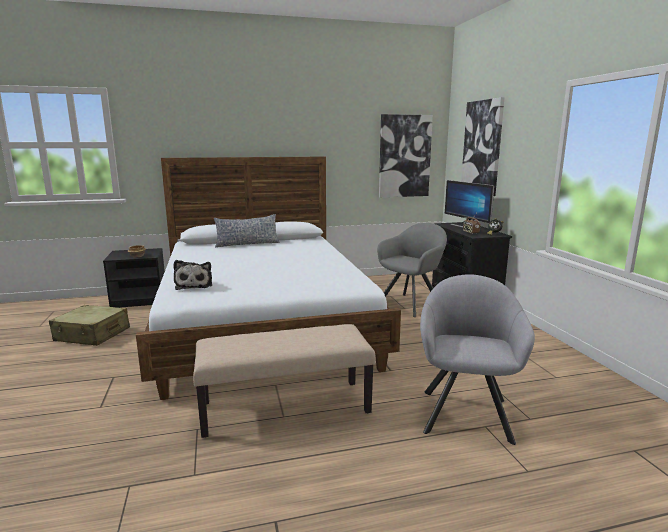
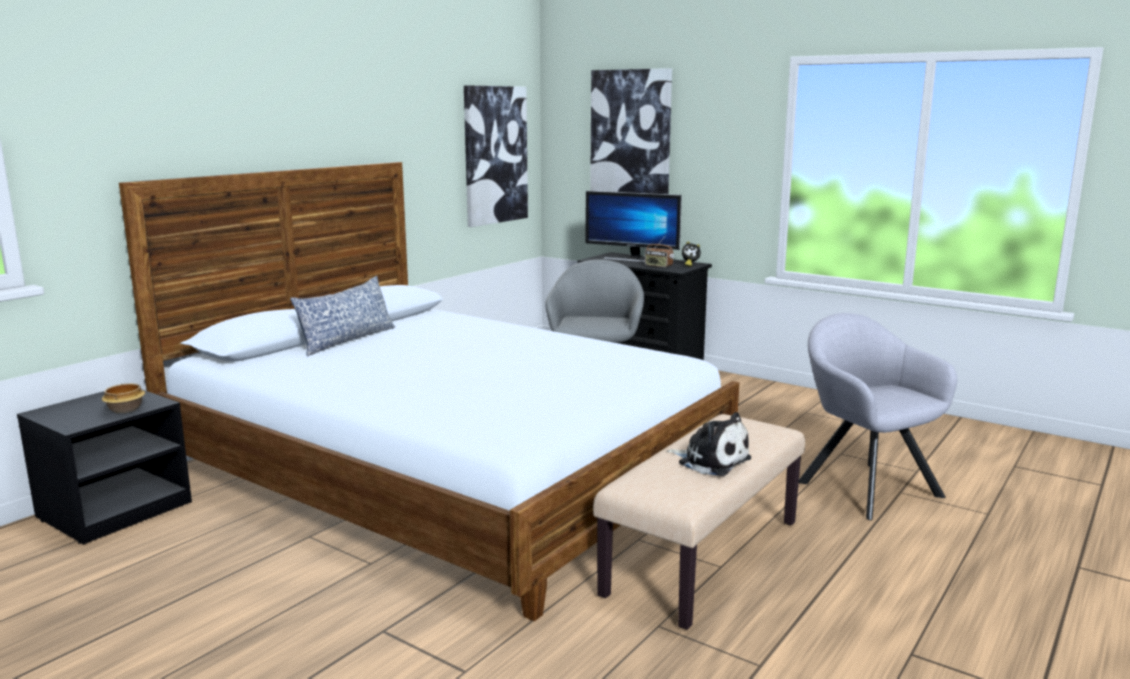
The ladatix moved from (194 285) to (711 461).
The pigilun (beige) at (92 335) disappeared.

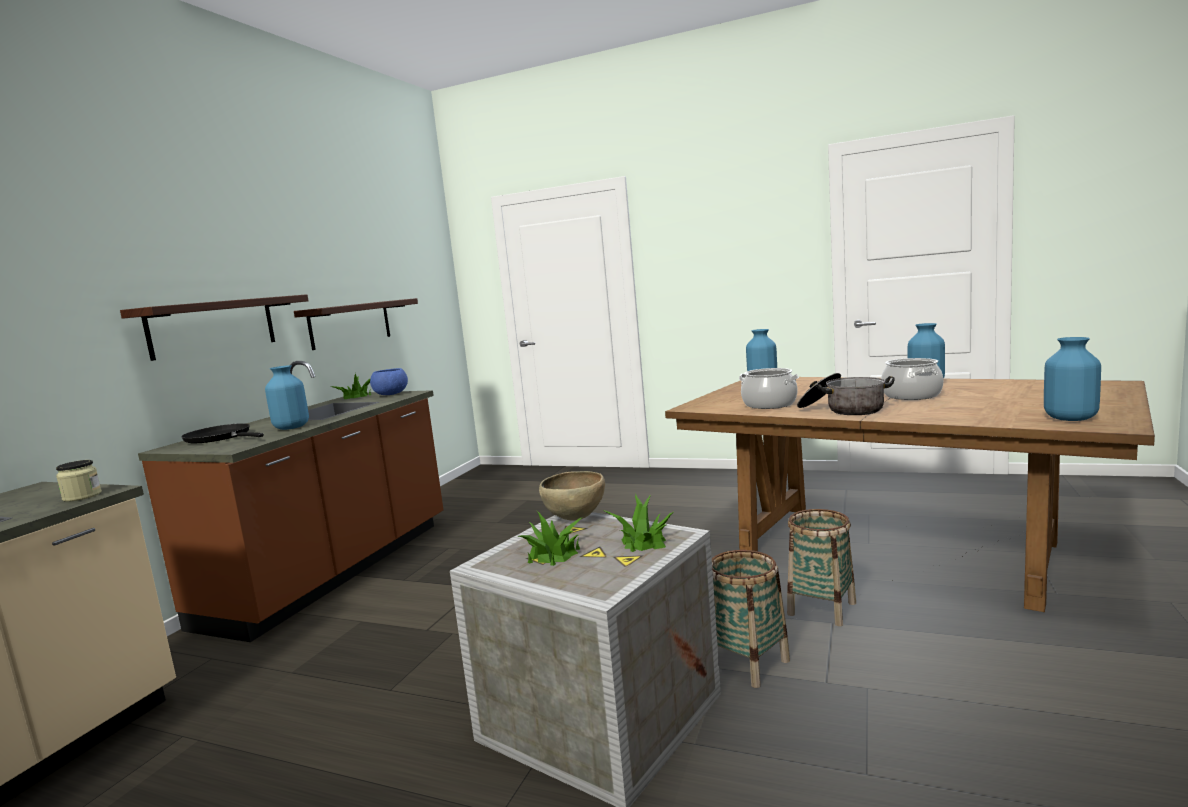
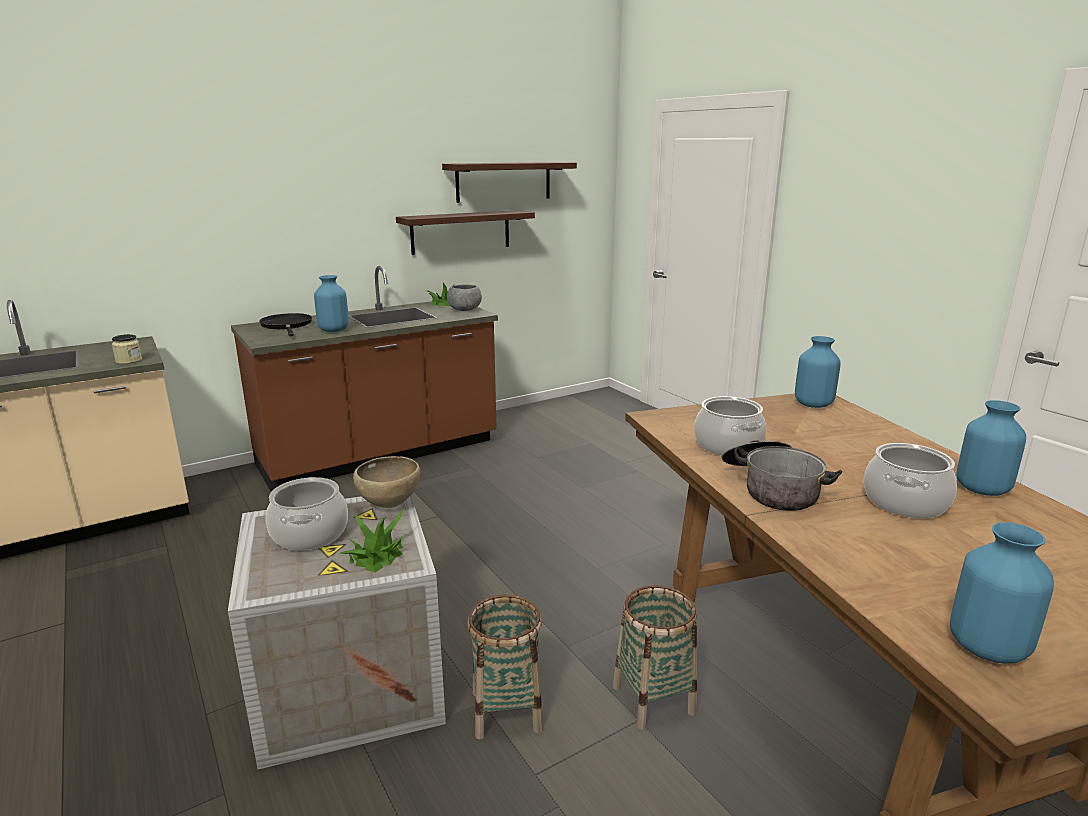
The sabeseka moved from (213 326) to (504 181).
The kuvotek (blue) at (391 394) became the kuvotek (grey) at (465 310).
The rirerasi at (553 554) was replaced by the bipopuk at (309 534).

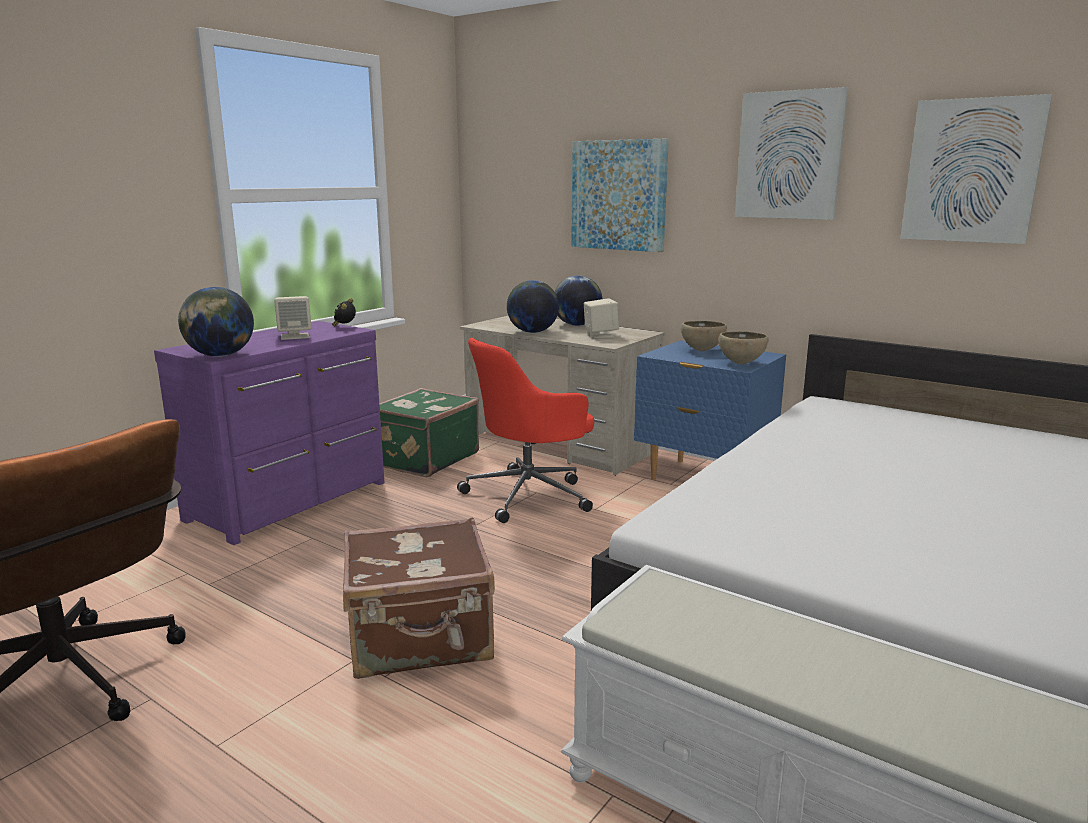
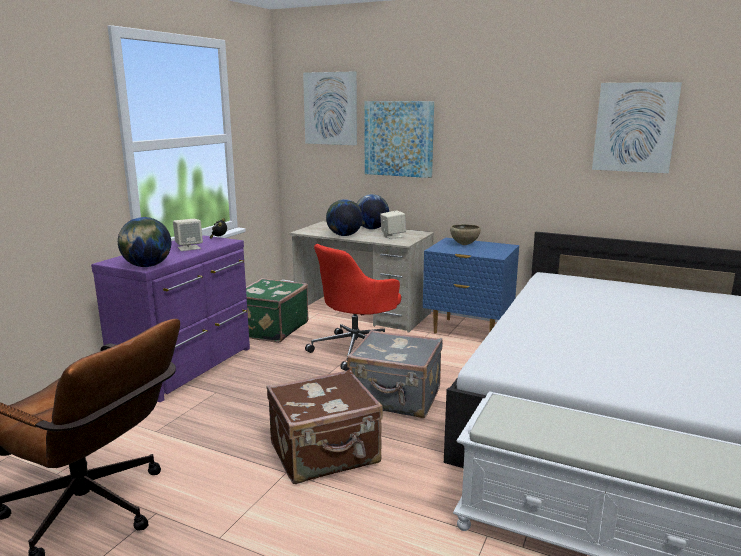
The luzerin moved from (789 155) to (331 108).
The kuvotek (brown) at (741 363) disappeared.
The pigilun (grey) at (396 398) appeared.

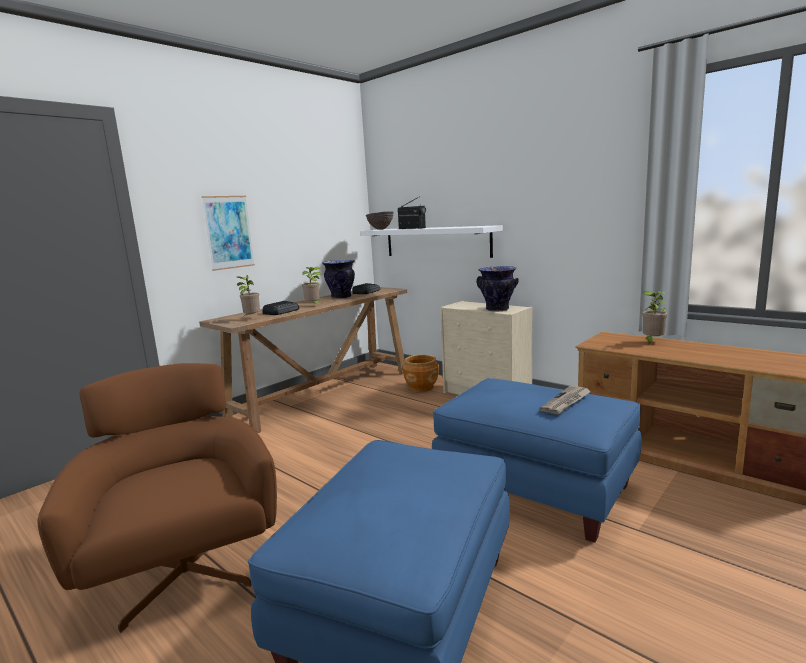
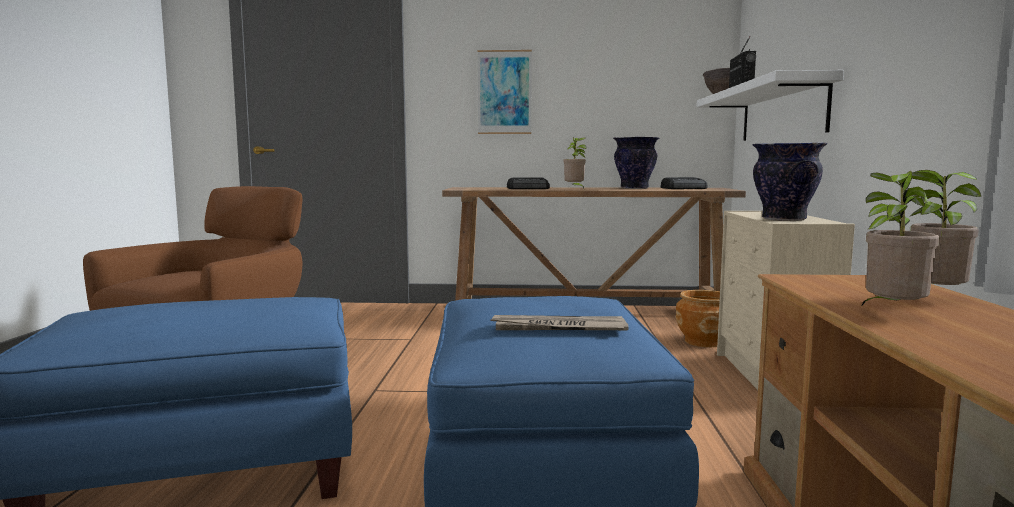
The rirerasi moved from (251 318) to (891 314).

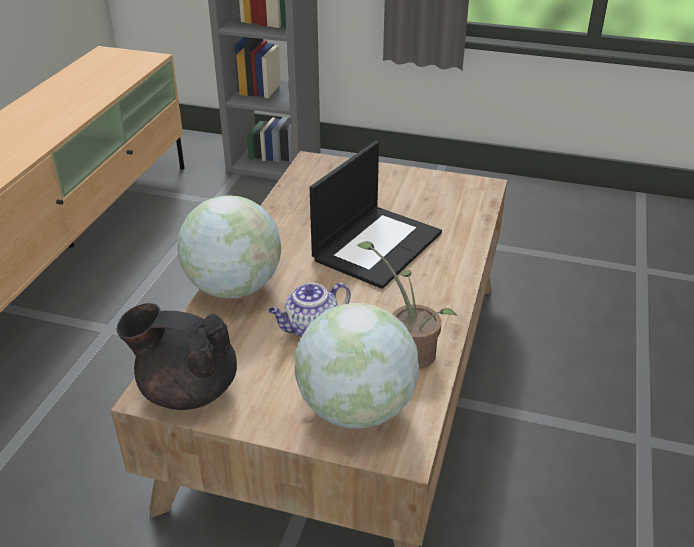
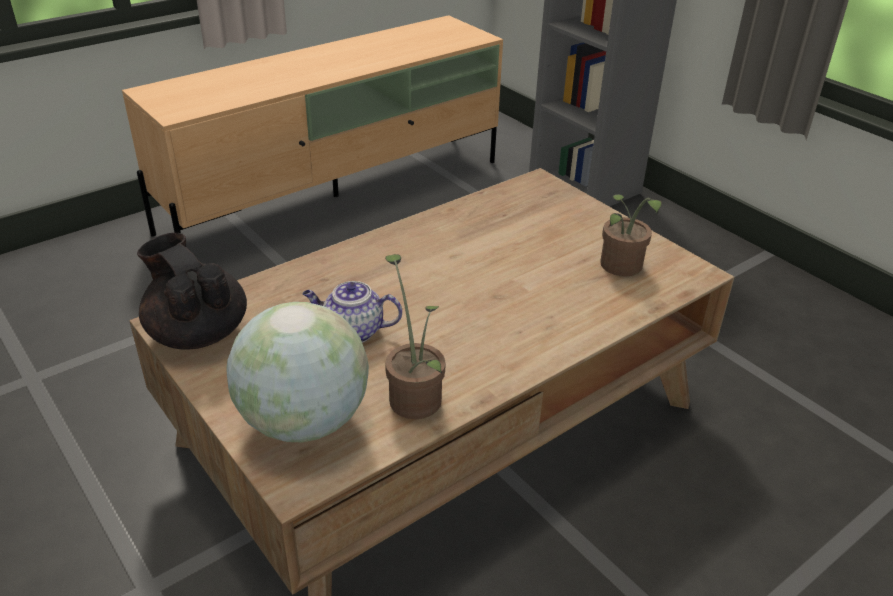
The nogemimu at (377 245) disappeared.
The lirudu at (234 287) disappeared.
The rirerasi at (621 268) appeared.

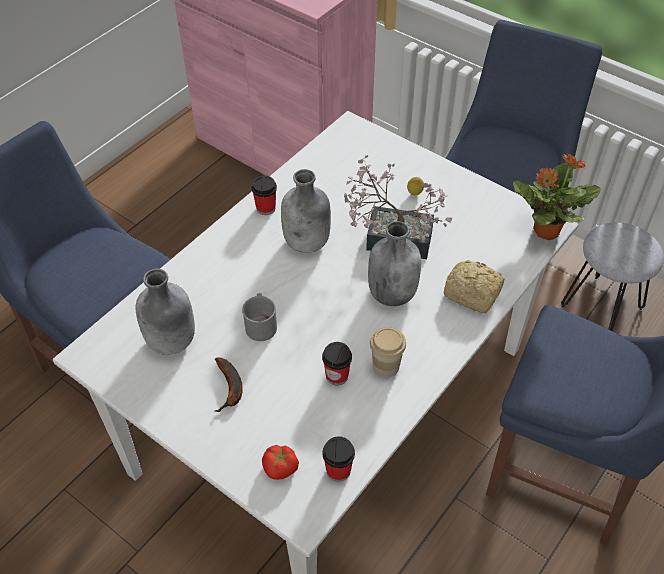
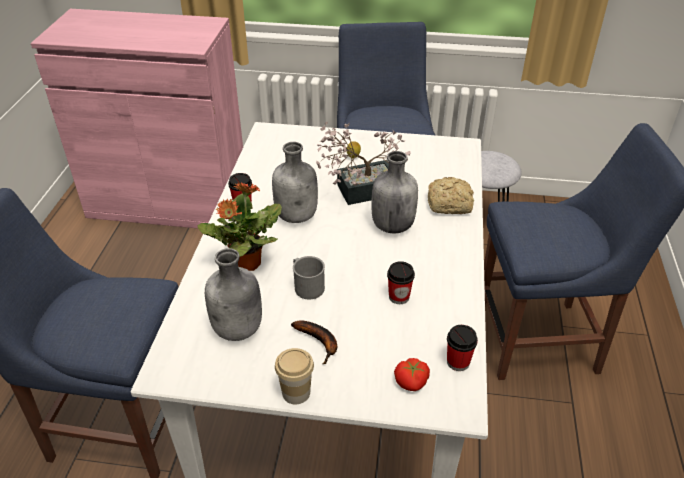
The rirerasi moved from (545 231) to (247 263).
The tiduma moved from (386 366) to (296 392).

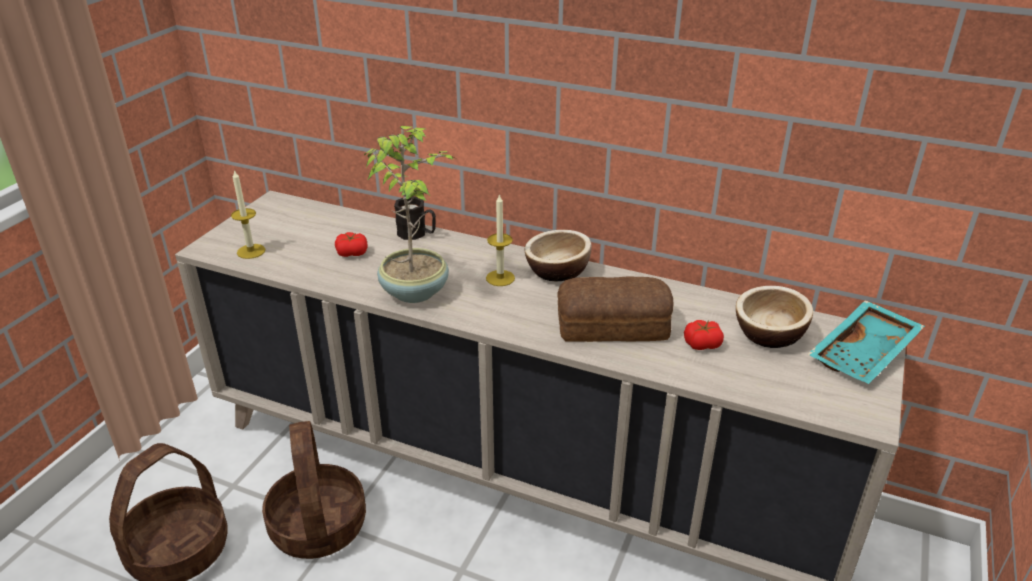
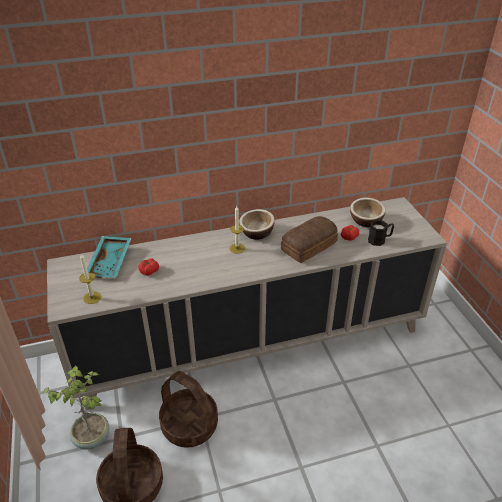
The rirerasi moved from (415 291) to (91 436).
The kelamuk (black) moved from (417 234) to (380 240).
The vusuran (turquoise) moved from (865 354) to (111 262).

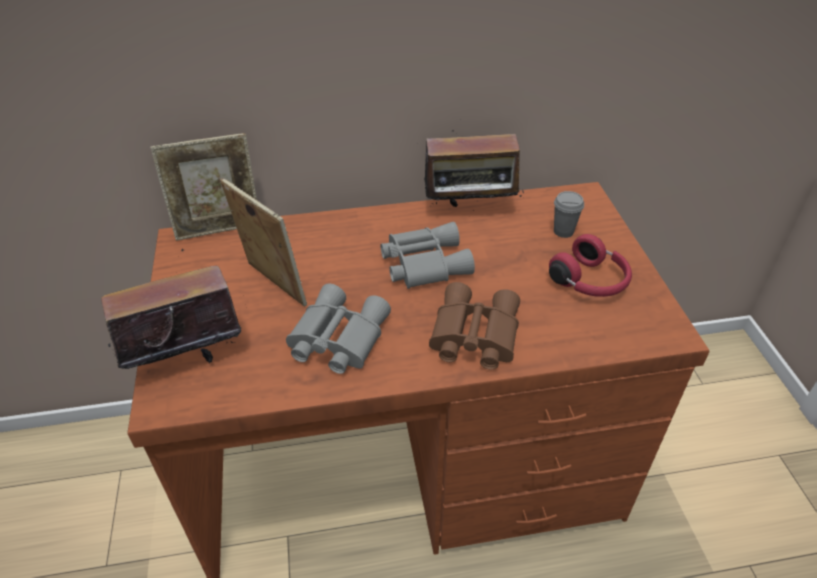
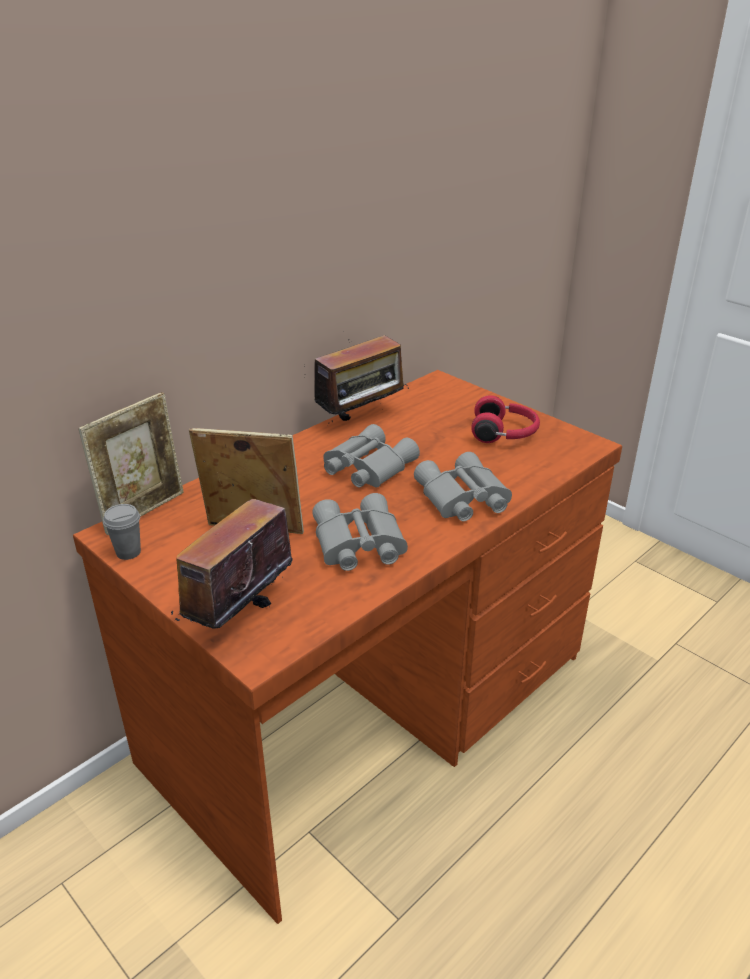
The tiduma (grey) moved from (563 231) to (128 552).
The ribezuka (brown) at (472 336) became the ribezuka (grey) at (461 499).

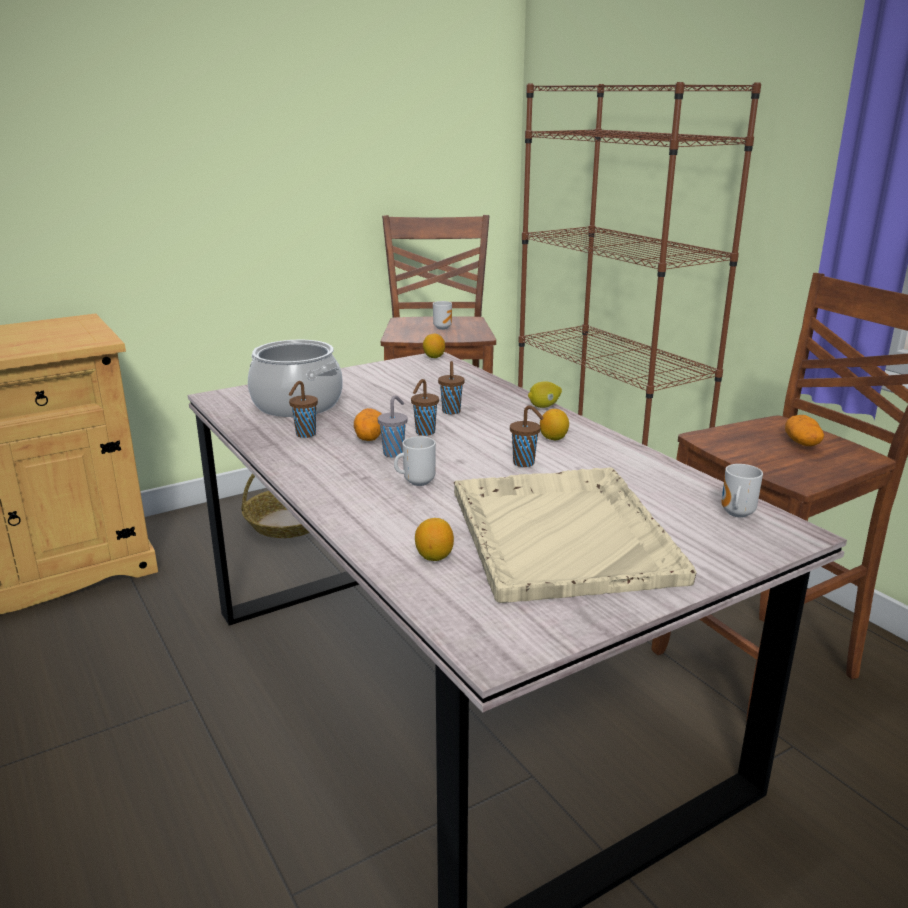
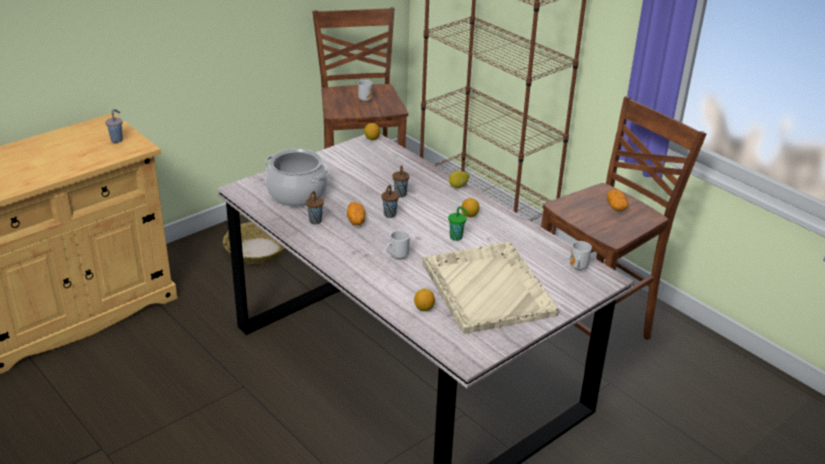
The tiduma (grey) moved from (394 453) to (117 140).
The tiduma (brown) at (525 463) became the tiduma (green) at (457 237).

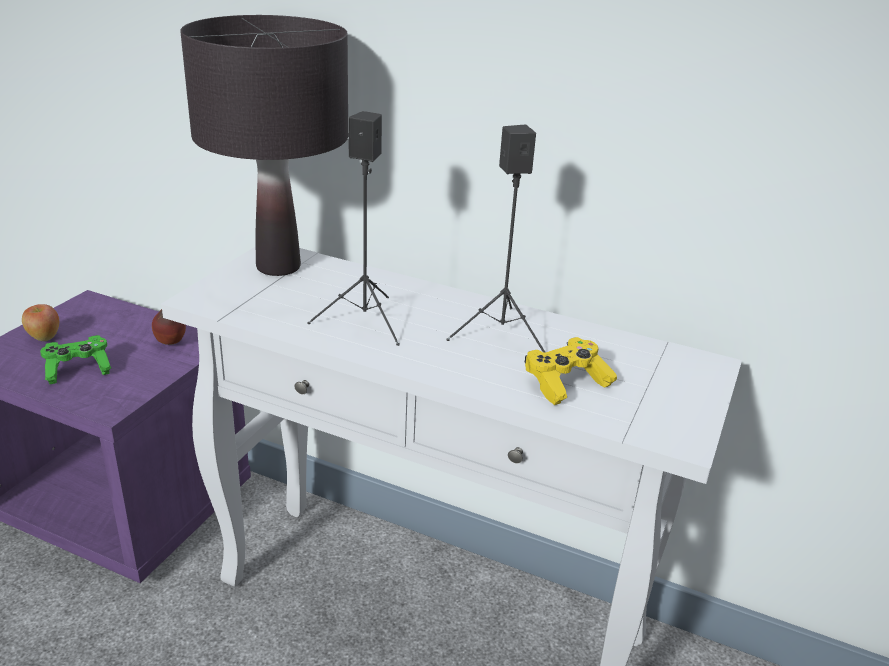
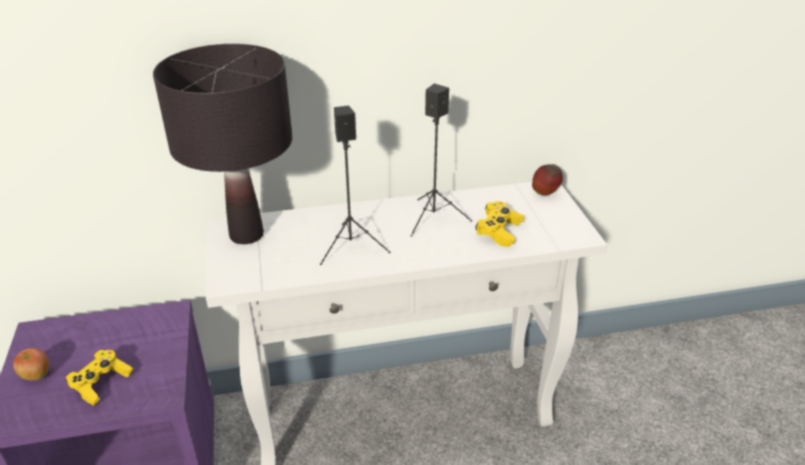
The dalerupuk moved from (171 343) to (545 194).
The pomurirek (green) at (78 369) became the pomurirek (yellow) at (101 383).

